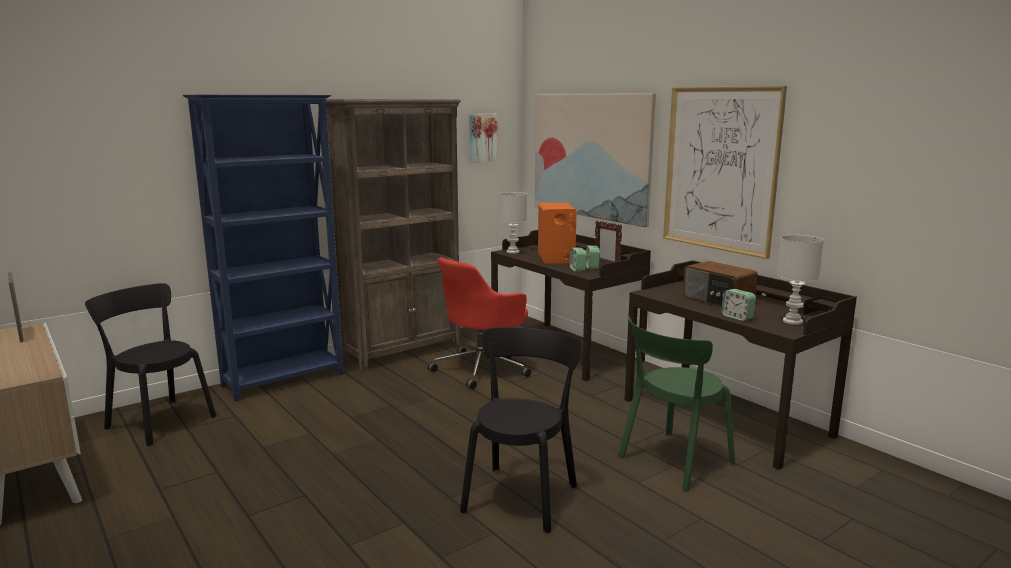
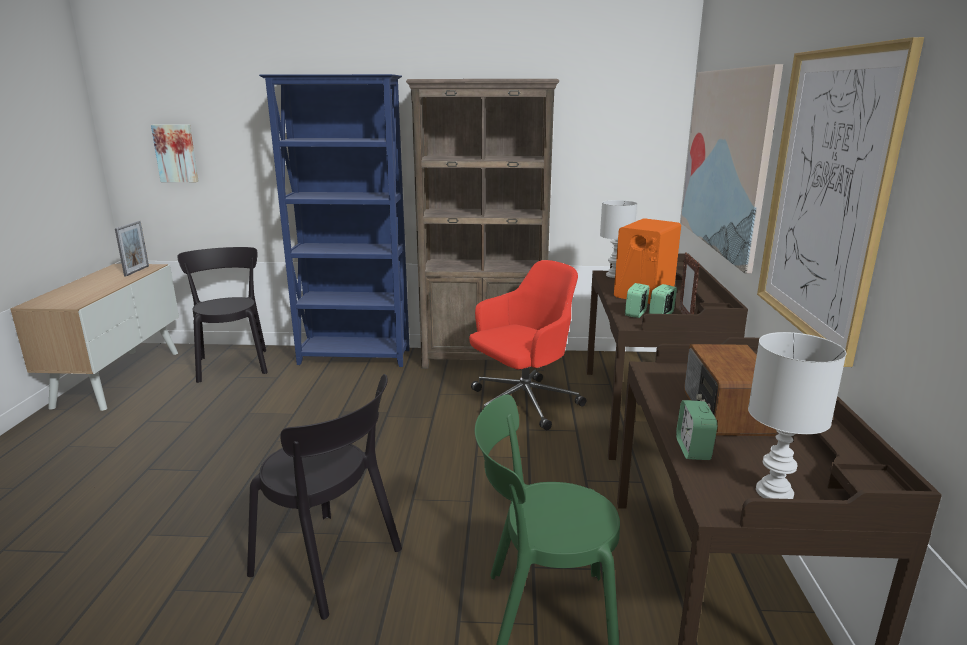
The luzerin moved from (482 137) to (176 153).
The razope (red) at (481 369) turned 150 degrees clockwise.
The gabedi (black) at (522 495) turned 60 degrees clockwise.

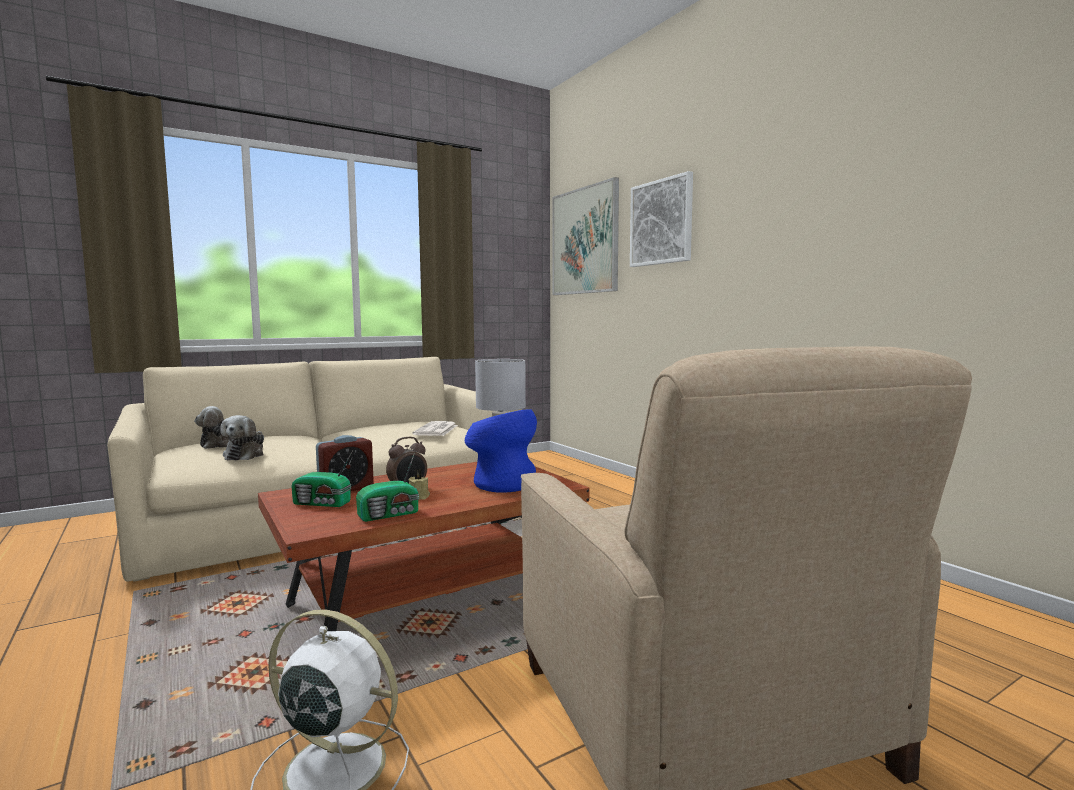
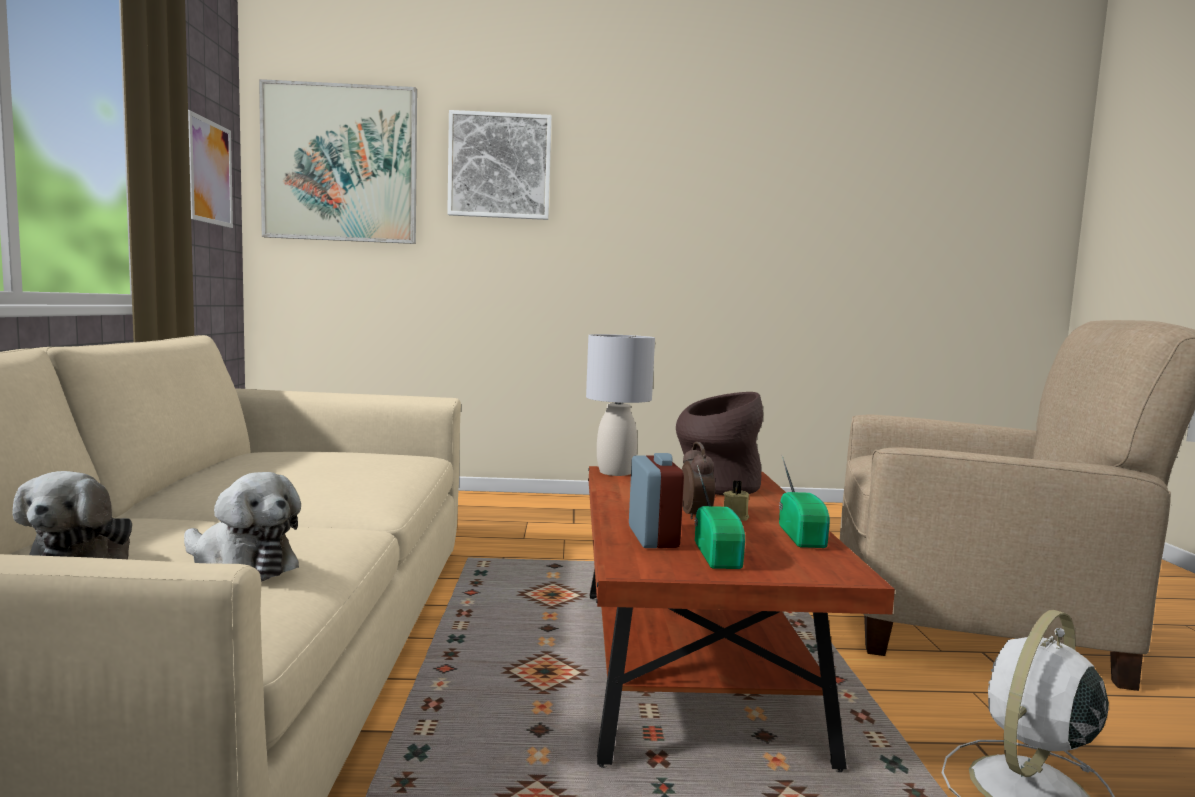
The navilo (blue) at (501 483) became the navilo (brown) at (715 487).
The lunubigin at (436 430) disappeared.
The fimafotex at (323 504) turned 45 degrees counterclockwise.
The luzerin at (209 172) appeared.

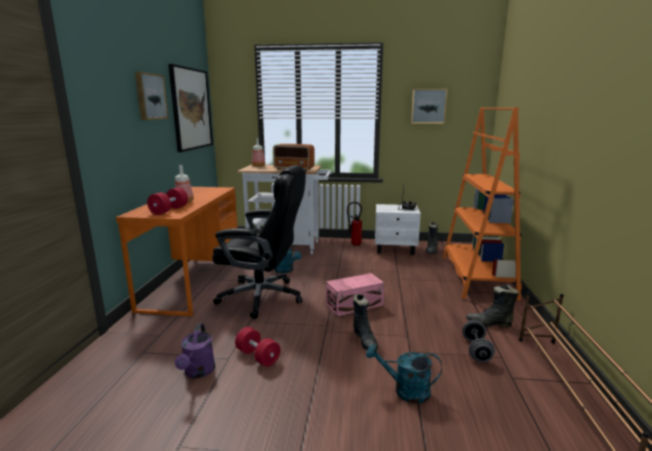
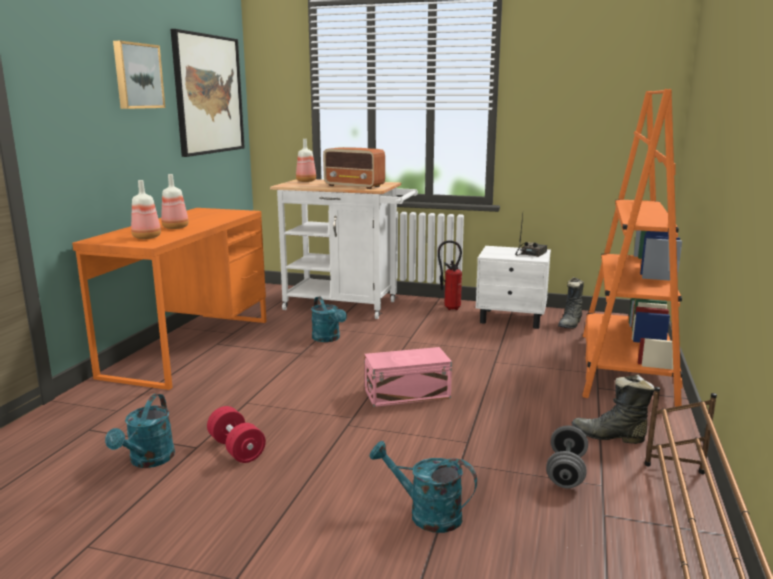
The luzerin at (428 106) disappeared.
The razope (black) at (263 297) disappeared.
The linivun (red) at (169 210) was replaced by the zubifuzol at (147 237).
The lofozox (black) at (365 340) disappeared.
The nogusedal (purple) at (198 372) became the nogusedal (turquoise) at (148 461).

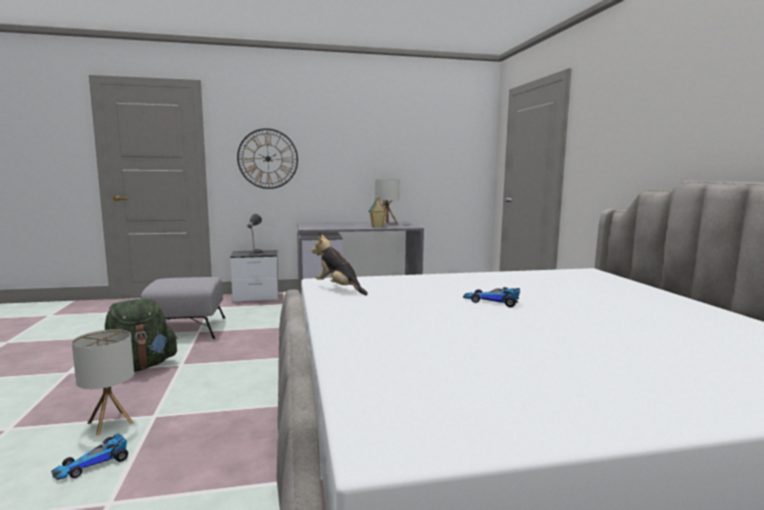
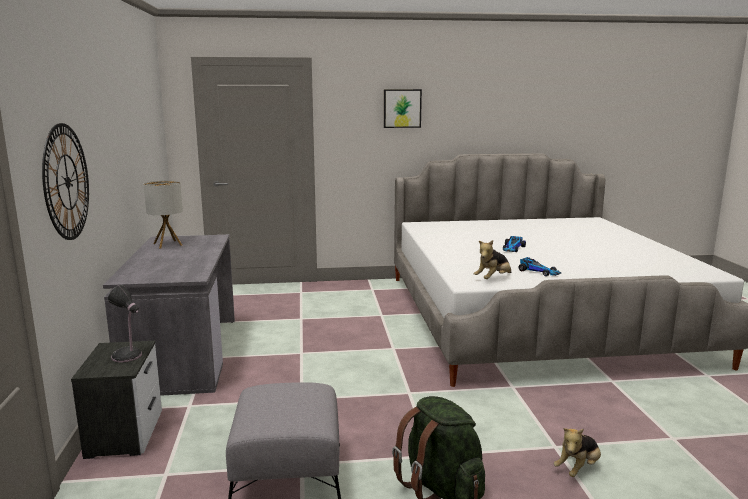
The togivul at (377 227) disappeared.
The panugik at (110 423) was replaced by the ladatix at (578 468).
The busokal moved from (94 463) to (539 271).
The luzerin at (402 108) appeared.

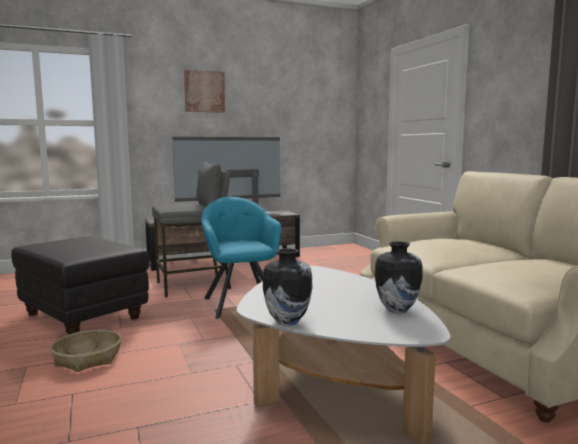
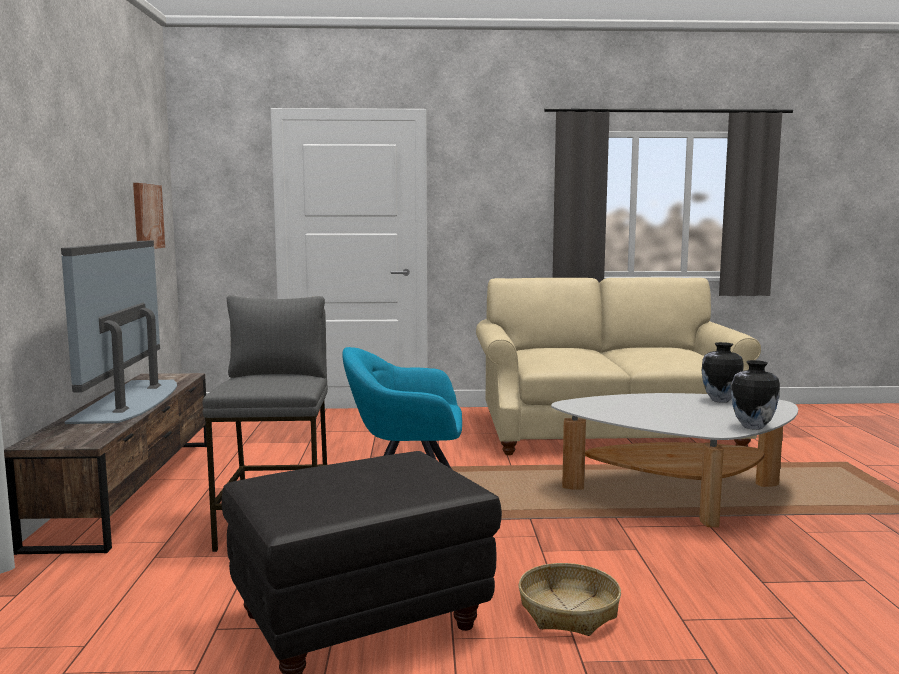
The luzerin moved from (204 91) to (147 216).

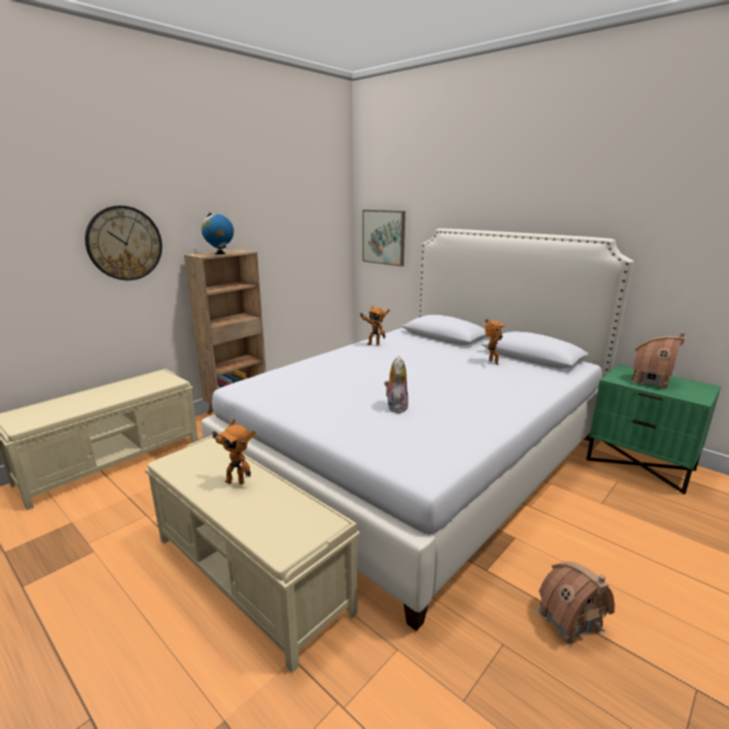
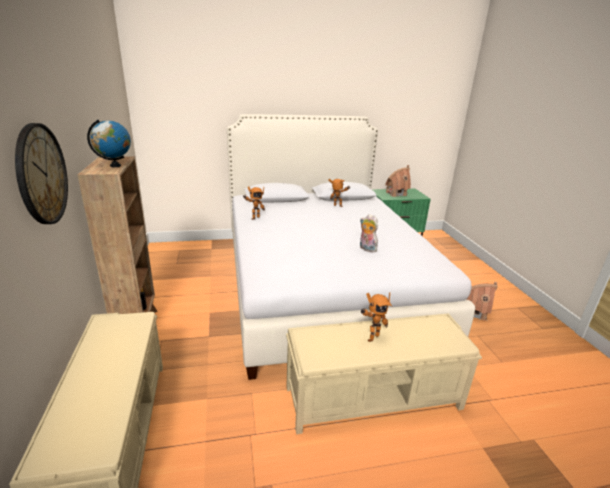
The luzerin at (384 237) disappeared.

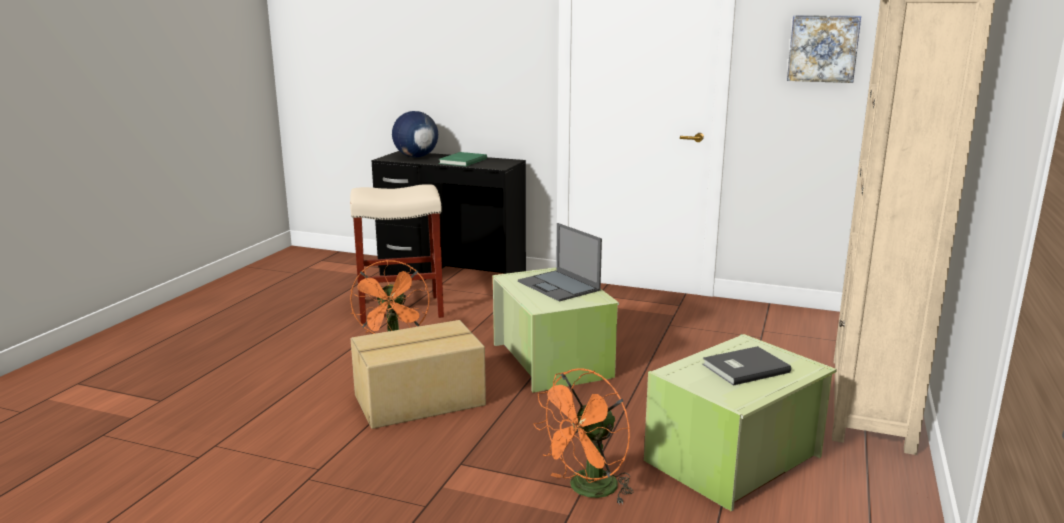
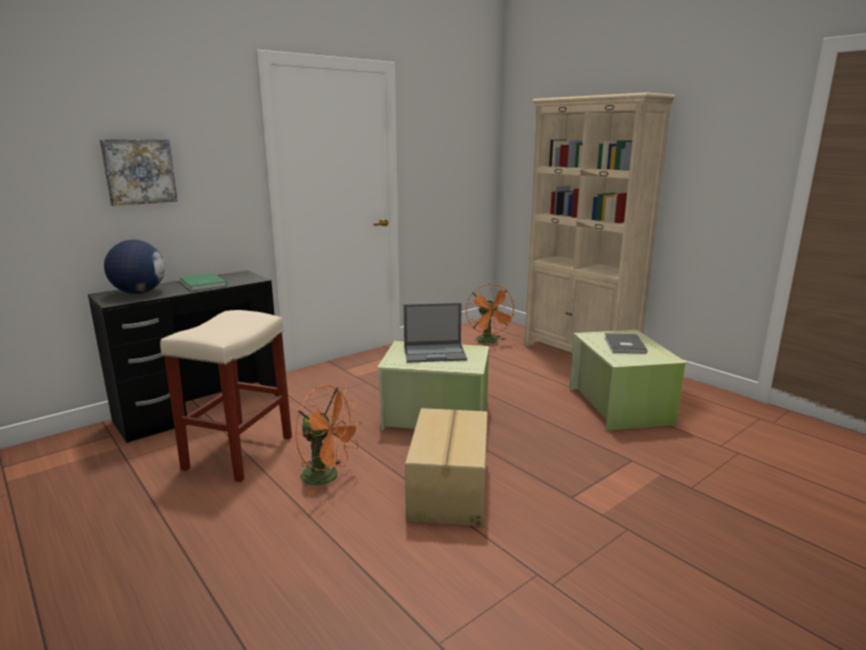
The luzerin moved from (823 48) to (139 171).
The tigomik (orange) moved from (587 490) to (489 342).

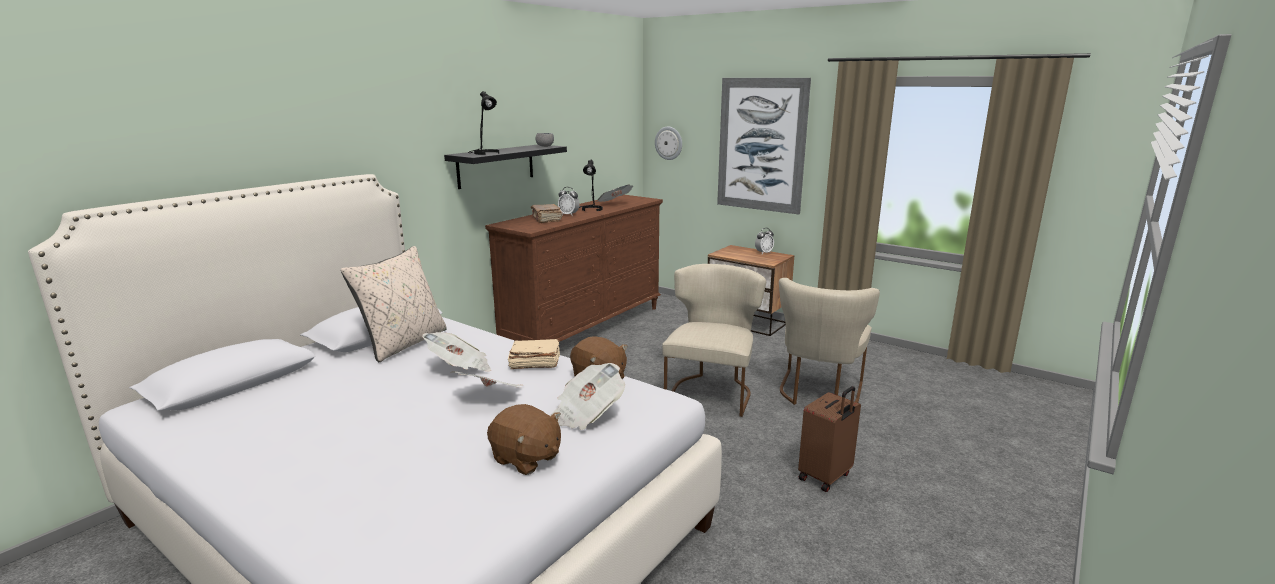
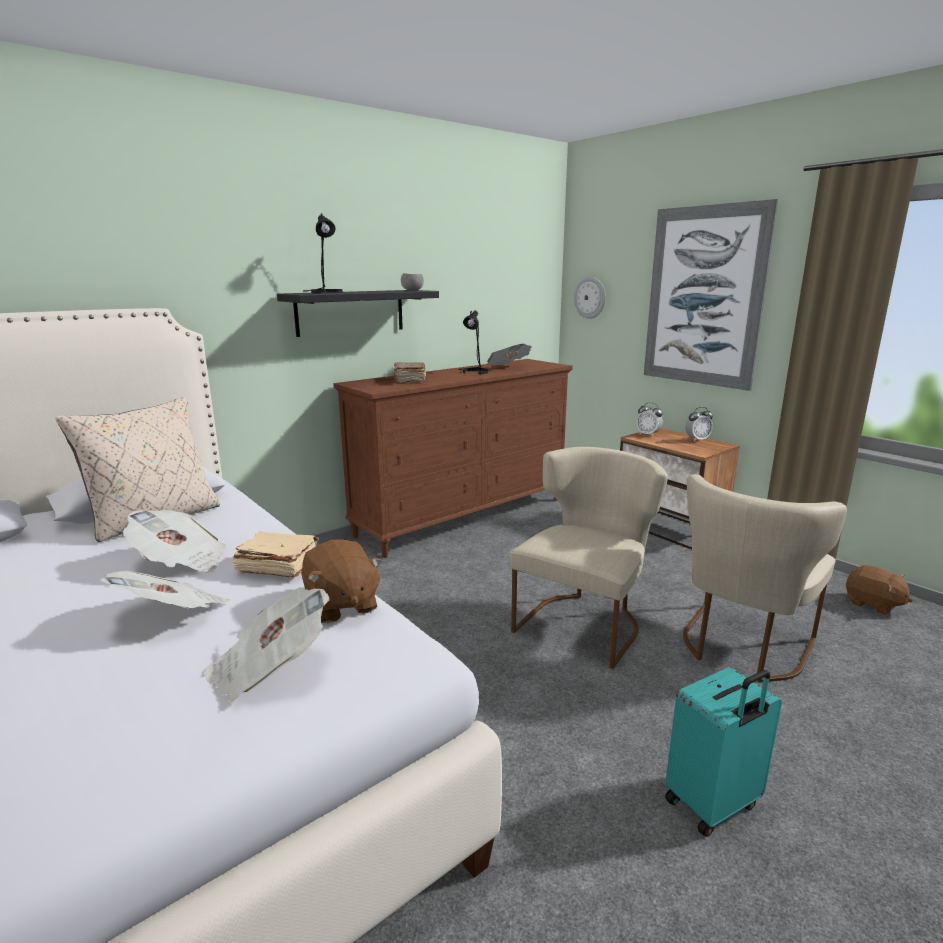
The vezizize moved from (569 215) to (648 434).
The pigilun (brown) at (826 477) became the pigilun (turquoise) at (713 804).
The ladatix (brown) moved from (526 459) to (873 604).

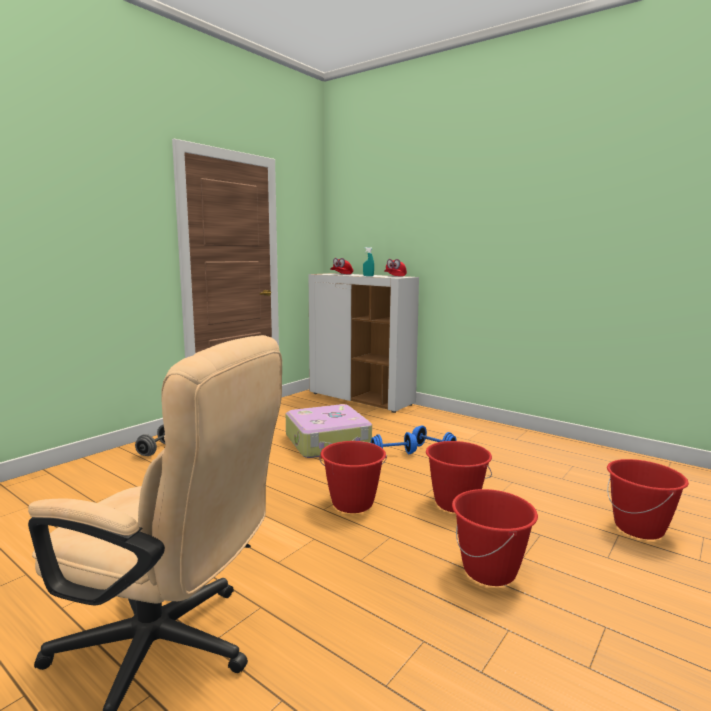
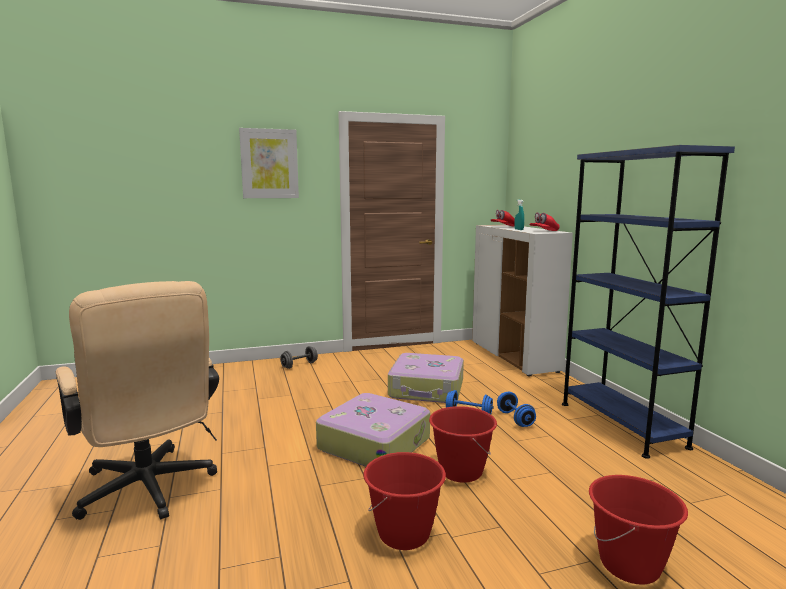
The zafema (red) at (352 503) was replaced by the pigilun at (374 443).
The luzerin at (269 164) appeared.
The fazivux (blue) at (621 424) appeared.

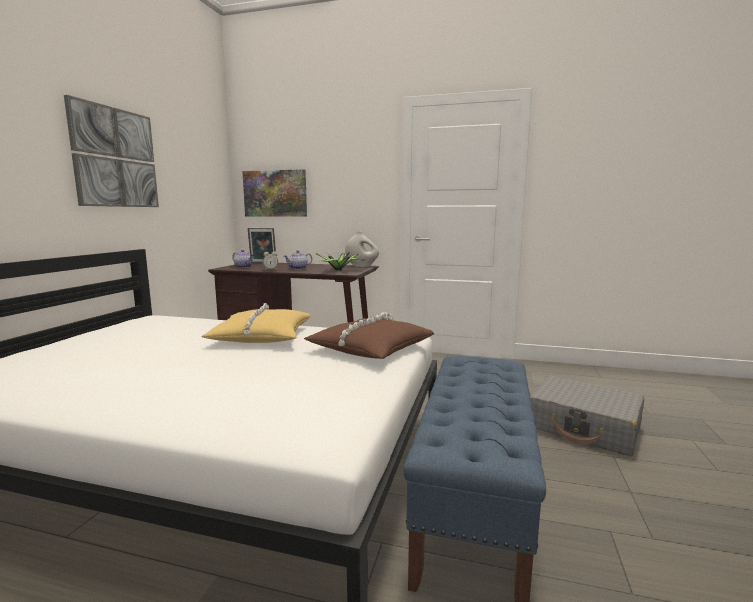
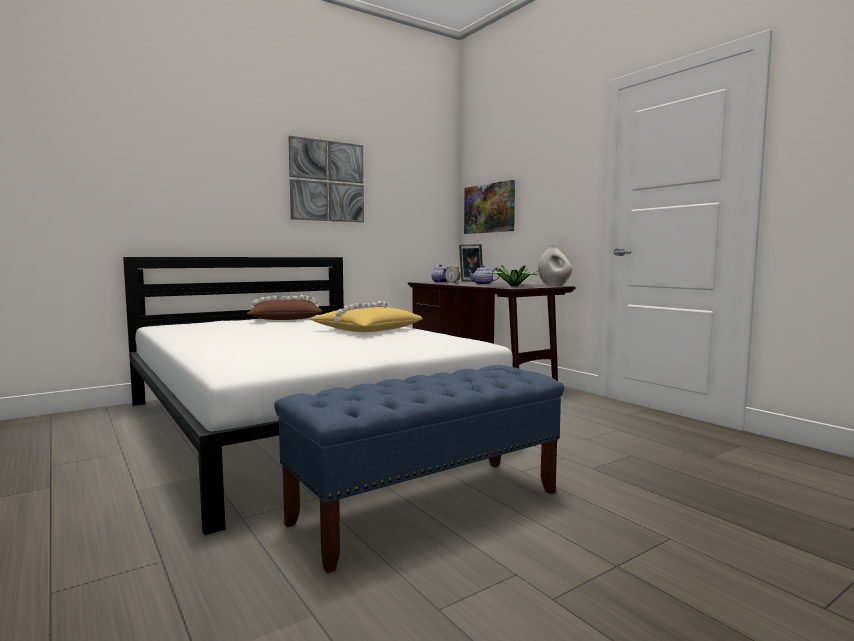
The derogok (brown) moved from (370 348) to (285 318).
The pigilun (grey) at (584 427) disappeared.

